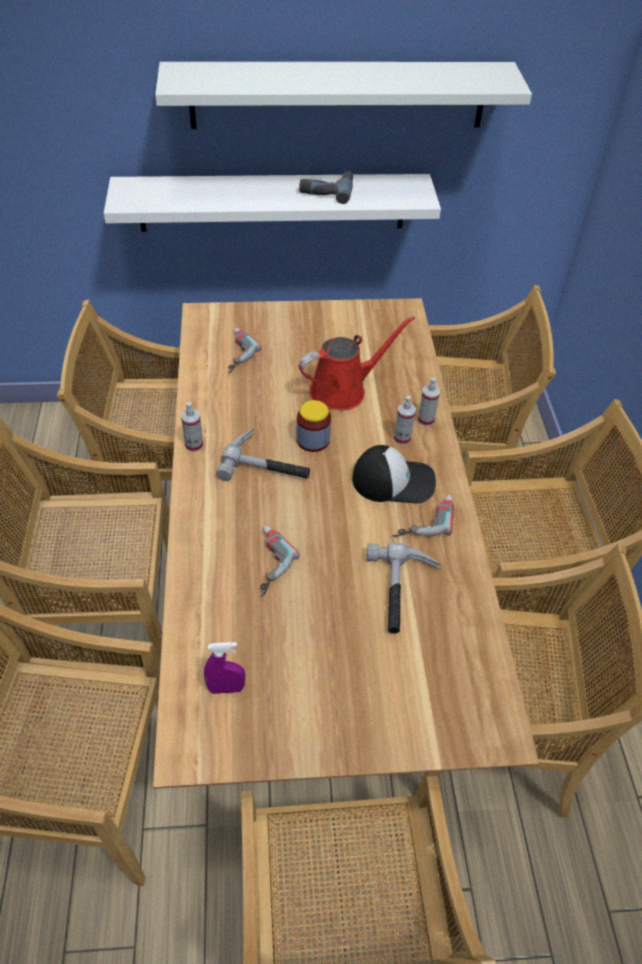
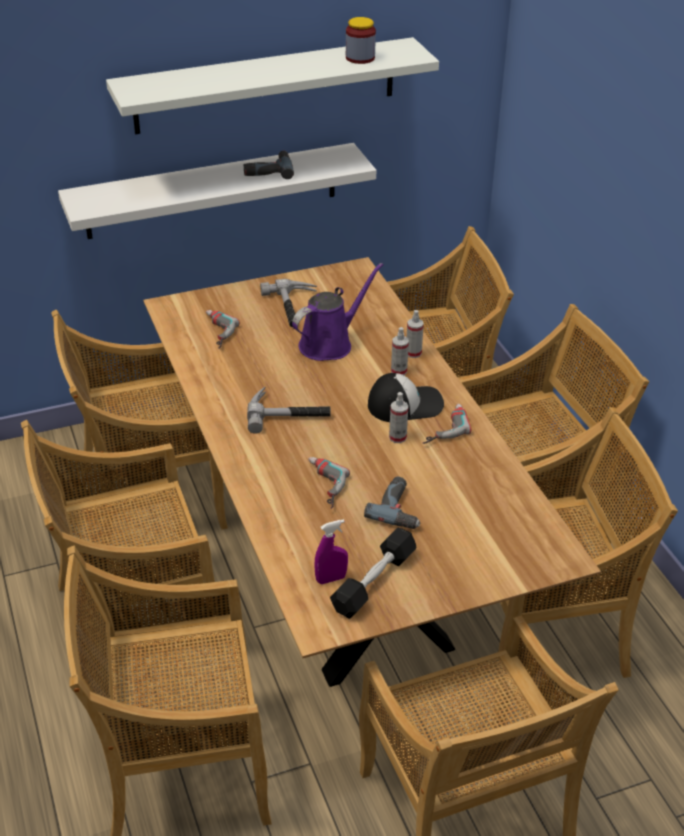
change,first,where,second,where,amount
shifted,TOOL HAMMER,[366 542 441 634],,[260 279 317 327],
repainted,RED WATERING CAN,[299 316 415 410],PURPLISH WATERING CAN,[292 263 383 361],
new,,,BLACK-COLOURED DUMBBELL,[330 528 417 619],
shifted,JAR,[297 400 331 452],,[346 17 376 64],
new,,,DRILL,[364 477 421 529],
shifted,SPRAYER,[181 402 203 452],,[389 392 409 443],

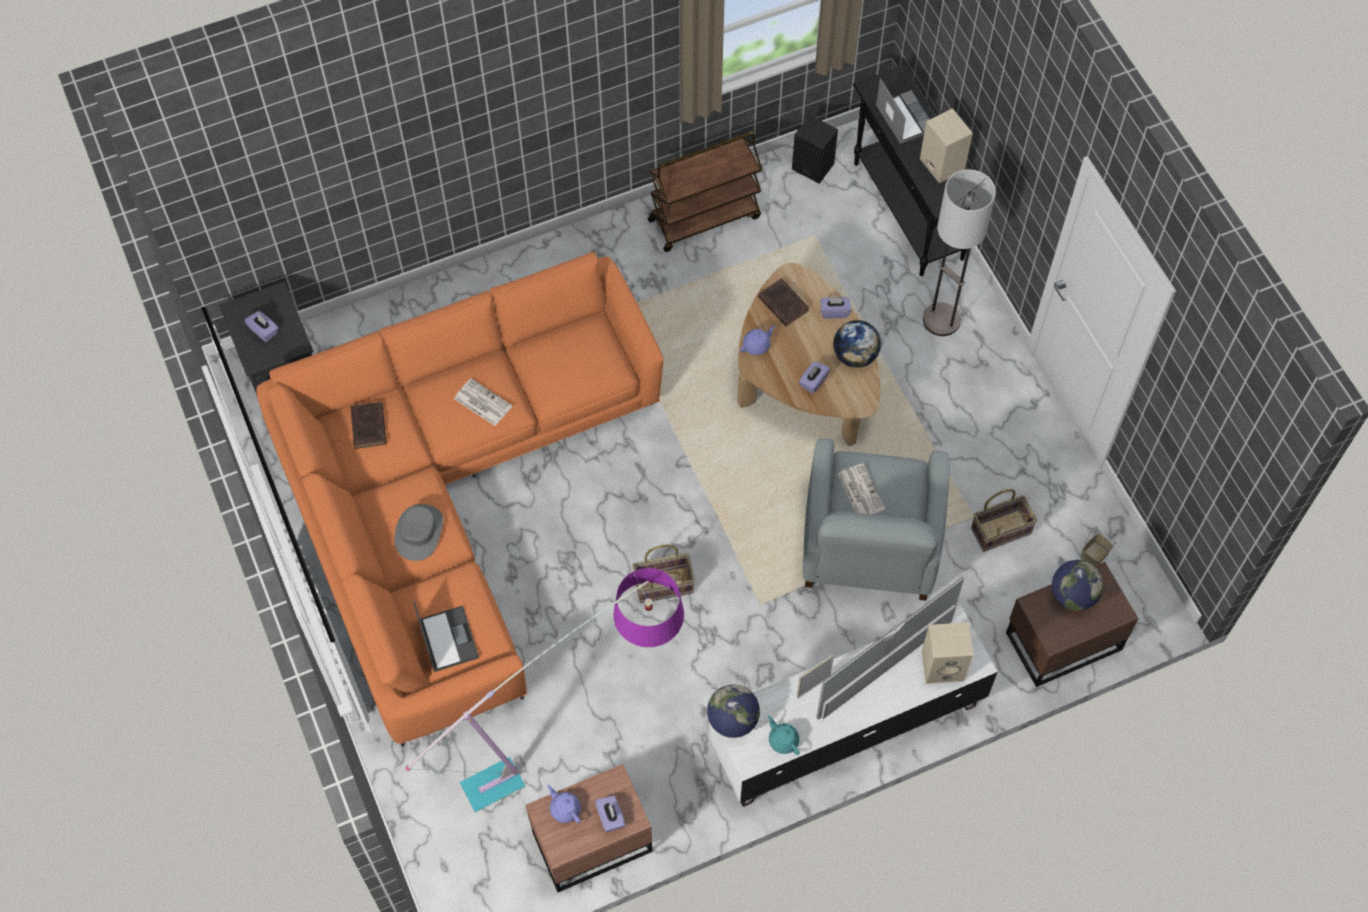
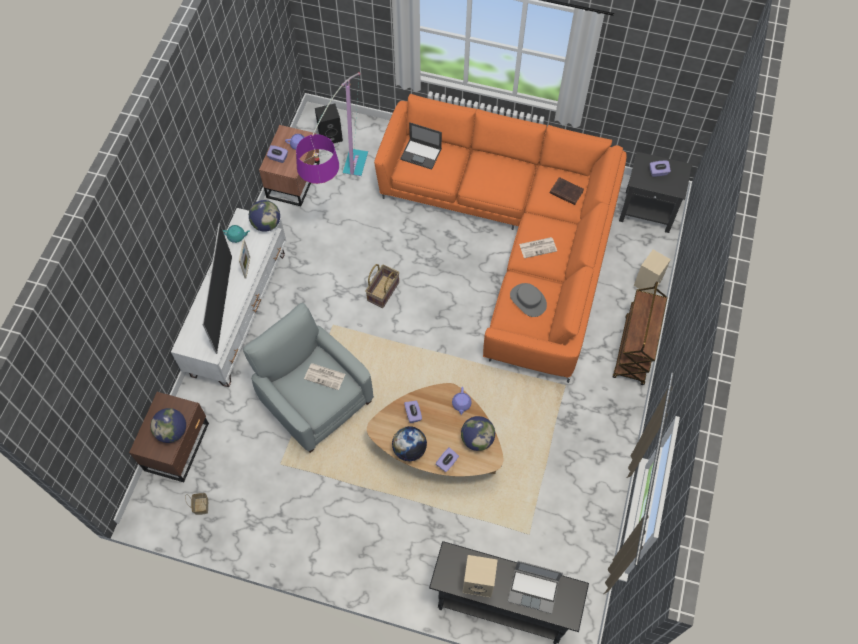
change,first,where,second,where,amount
shifted,BLACK-COLOURED LOUDSPEAKER,[792 115 838 184],,[315 104 343 144],
swapped,BROWNISH BOUND BOOK,[758 278 809 326],DESK GLOBE,[461 416 495 451],
shifted,GREY WEARABLE HAT,[394 504 443 561],,[510 283 547 317],
shifted,BROWNISH WHEELED CART,[648 132 763 252],,[613 282 667 385],
shifted,BEIGE LOUDSPEAKER,[922 622 974 684],,[634 250 671 294],
gone,STANDARD LAMP,[923 170 996 336],,,
gone,BASKET,[971 489 1037 552],,,

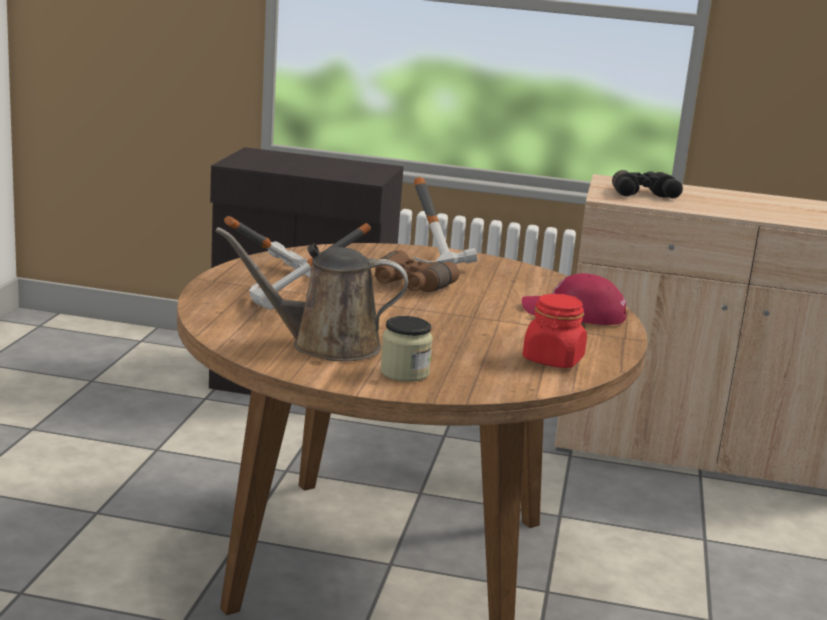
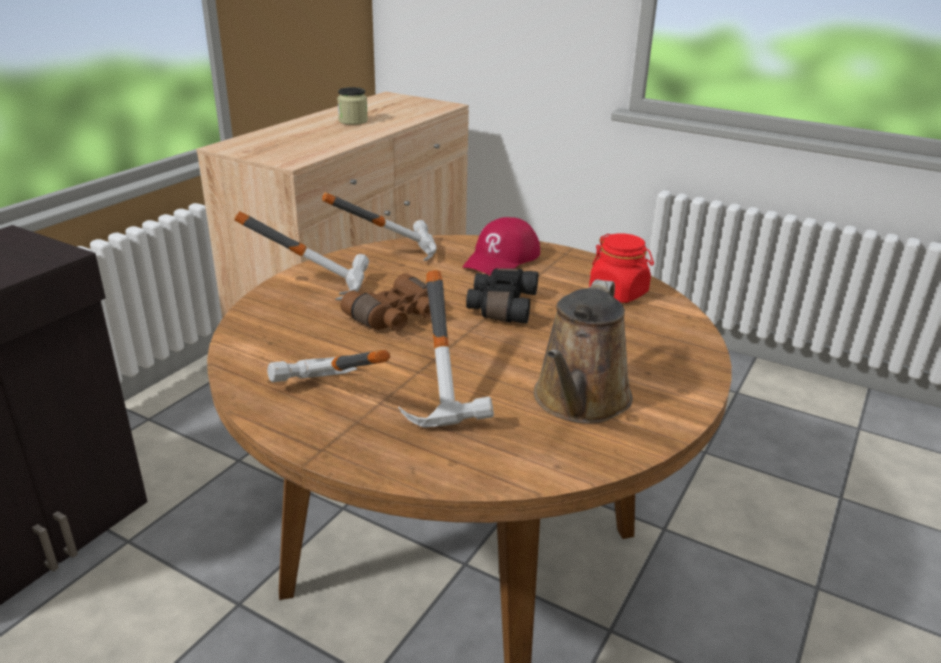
change,first,where,second,where,amount
new,,,TOOL HAMMER,[322 192 437 261],
shifted,JAR,[380 316 433 382],,[337 87 368 125],
shifted,BLACK-COLOURED FIELD GLASSES,[612 170 683 199],,[466 268 538 323],

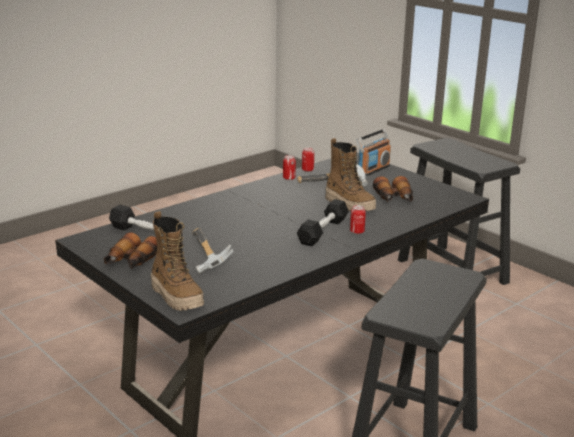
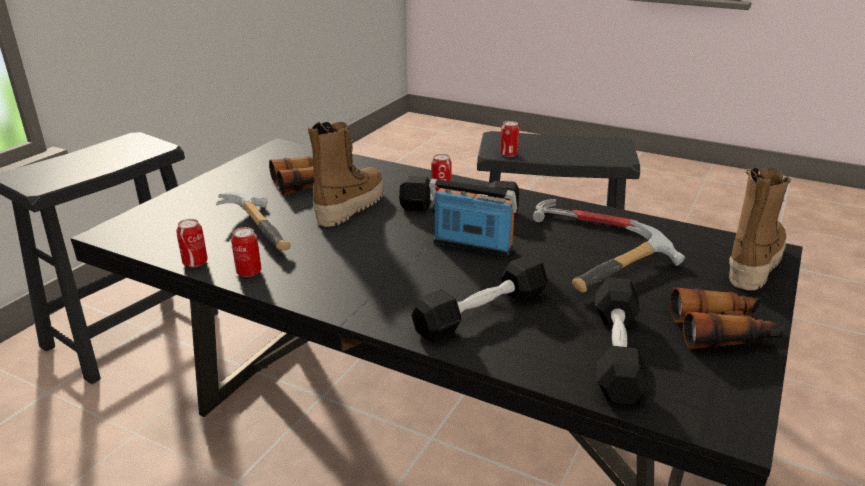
change,first,where,second,where,amount
new,,,BLACK-COLOURED DUMBBELL,[411 255 548 342],
shifted,RADIO,[357 129 391 176],,[429 179 517 256],
new,,,METAL CAN,[500 121 519 157],
new,,,TOOL HAMMER,[533 199 638 228],

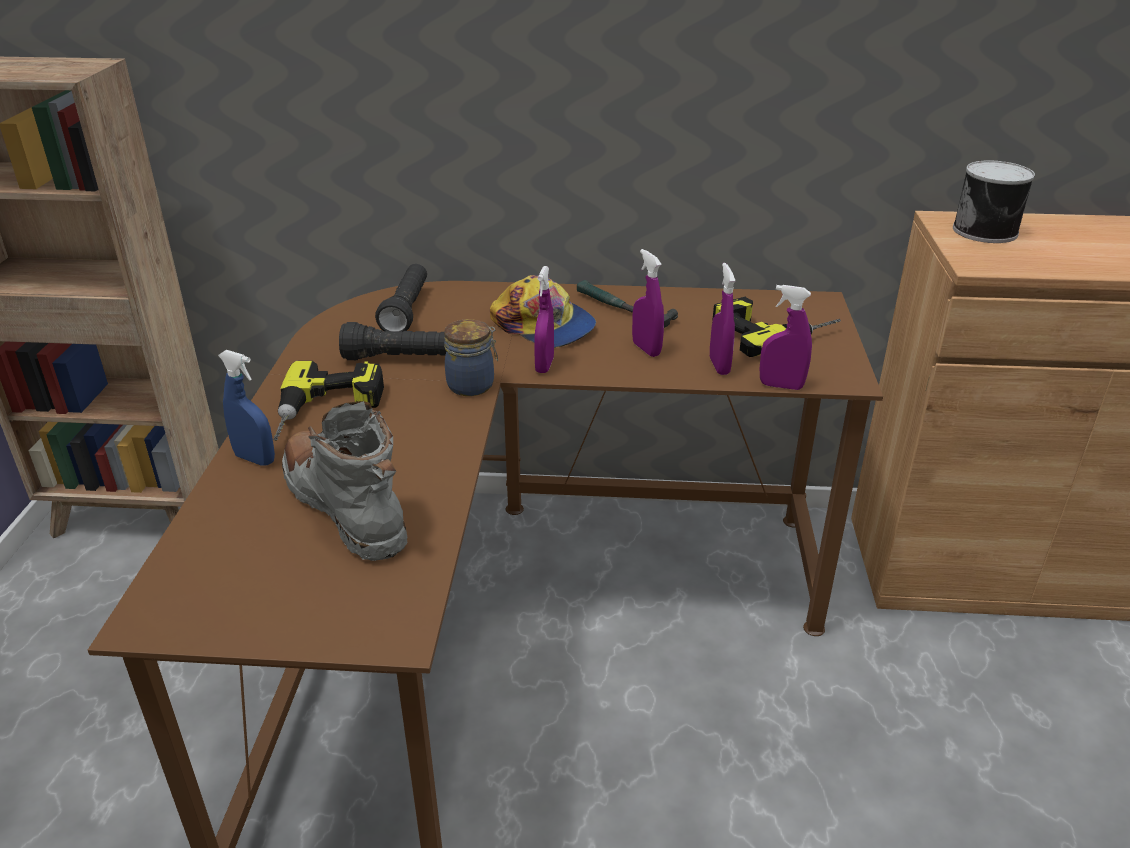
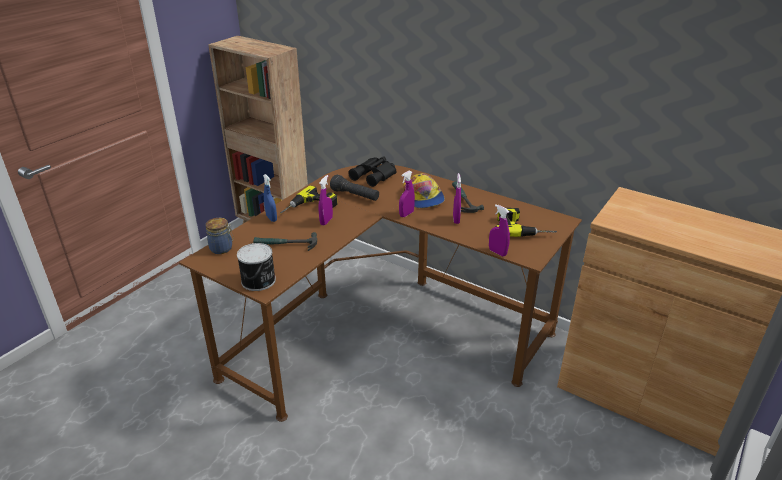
change,first,where,second,where,amount
shifted,JAR,[444 319 498 396],,[205 218 234 254],
shifted,METAL CAN,[953 160 1035 243],,[237 243 276 291],
swapped,GREY BOOT,[282 401 408 561],TOOL HAMMER,[253 232 317 251],
shifted,PURPLISH SPRAYER,[710 263 735 375],,[319 175 333 226],
swapped,BLACK-COLOURED HAND TORCH,[375 264 427 332],BLACK-COLOURED FIELD GLASSES,[348 157 396 187],

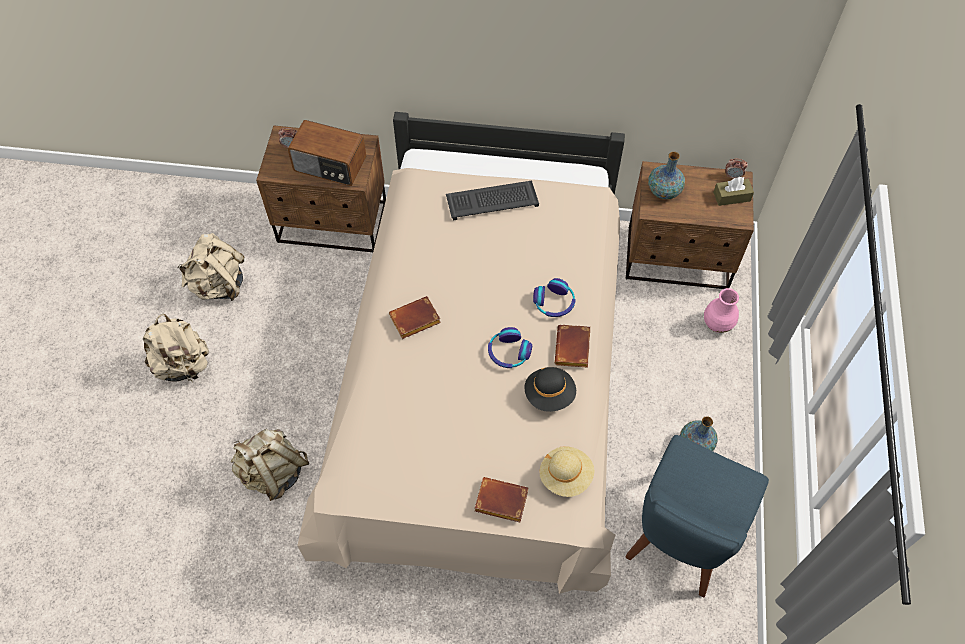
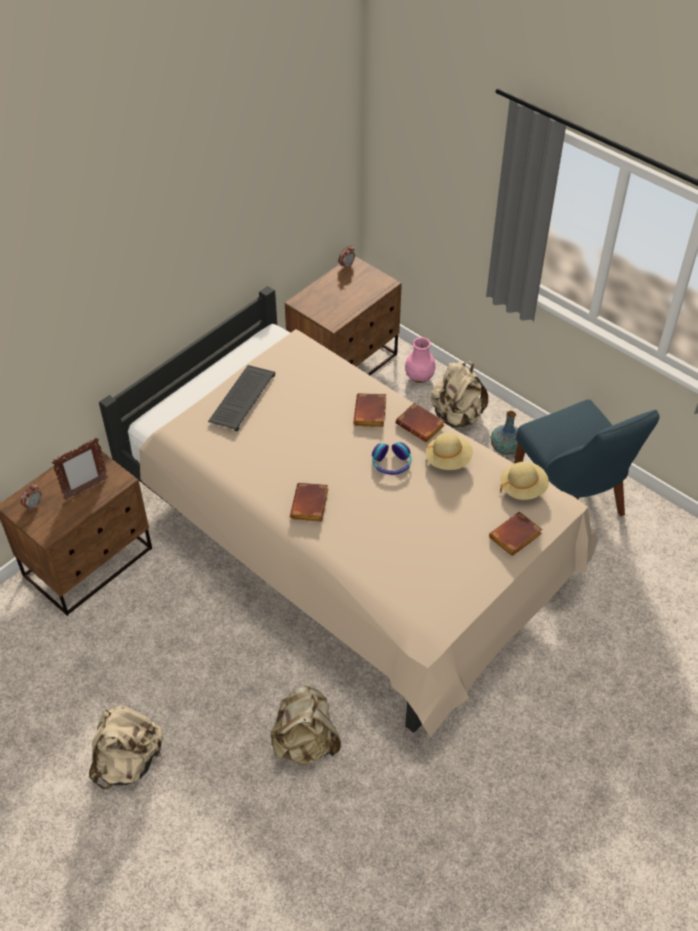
change,first,where,second,where,amount
swapped,RADIO,[288 120 367 186],PICTURE FRAME,[52 438 108 500],
swapped,PAIR OF HEADPHONES,[533 278 576 317],BROWNISH BOUND BOOK,[353 393 386 427],
repainted,BLACK-COLOURED WEARABLE HAT,[524 367 576 412],BEIGE WEARABLE HAT,[426 433 473 470],
shifted,BEIGE RUCKSACK,[178 233 245 301],,[431 361 488 428],
gone,VASE,[648 152 685 199],,,
gone,BROWNISH TISSUE HOLDER,[713 177 754 206],,,

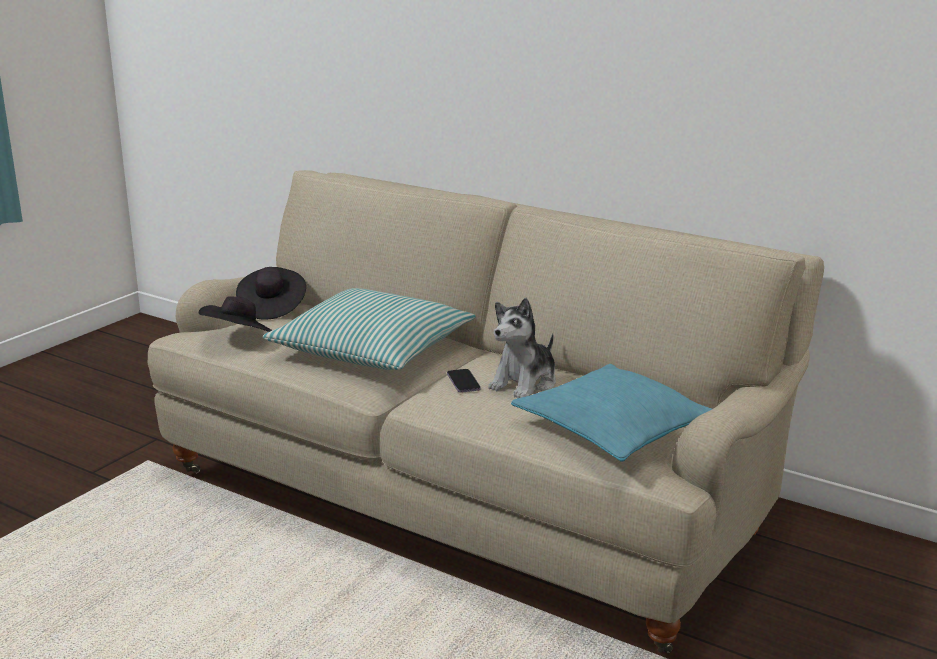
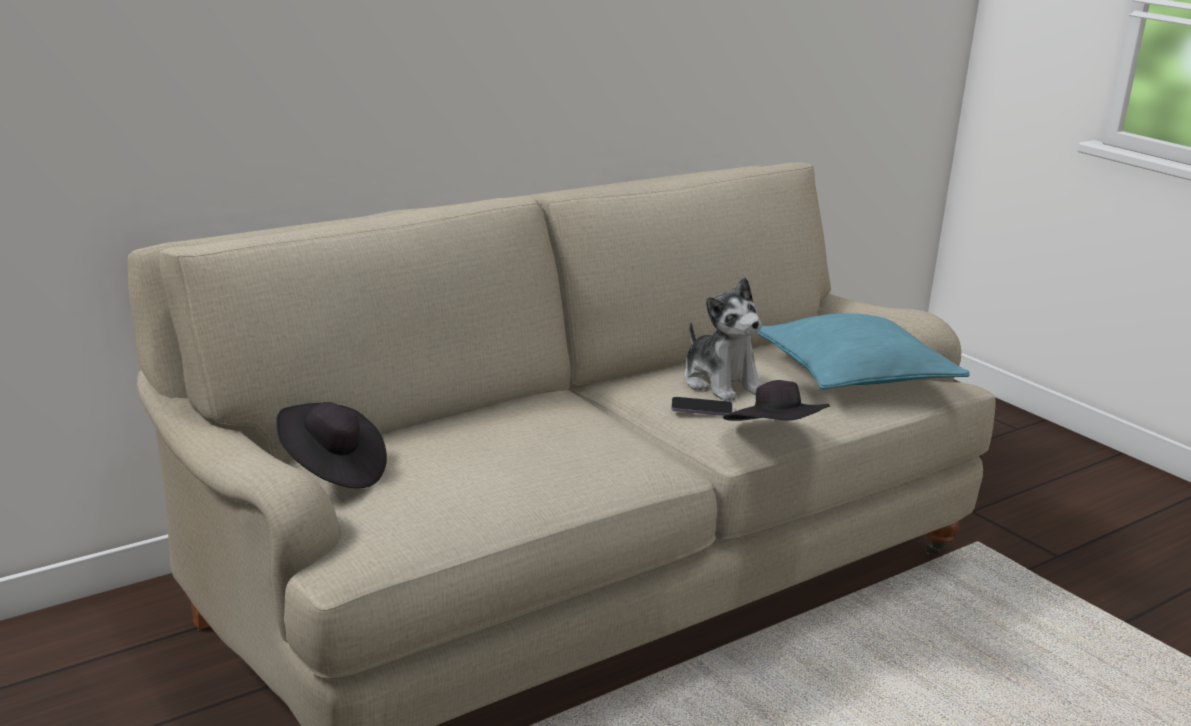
change,first,where,second,where,amount
shifted,BLACK-COLOURED WEARABLE HAT,[199 296 272 332],,[723 380 830 421],
gone,THROW PILLOW,[263 288 476 370],,,

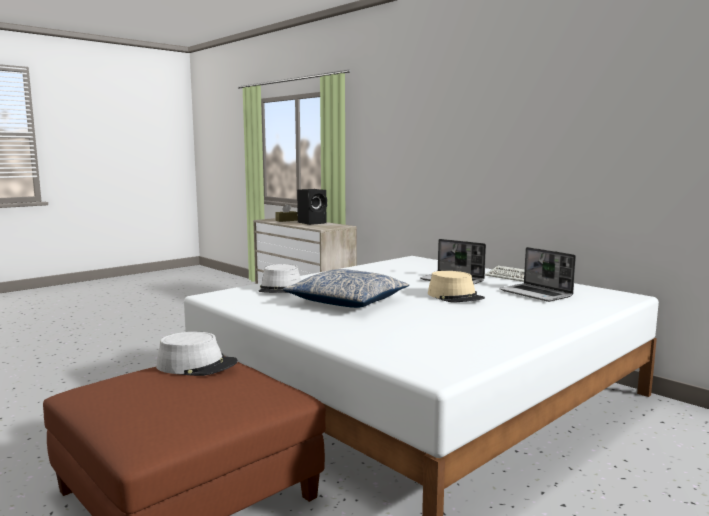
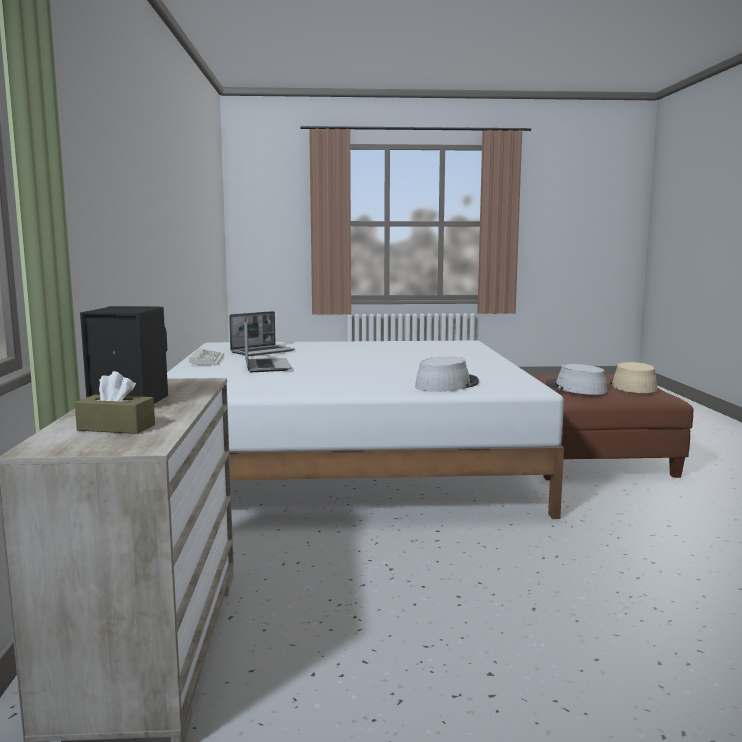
change,first,where,second,where,amount
rotated,PORTABLE COMPUTER,[499 247 576 302],,[229 311 295 356],45 degrees clockwise
shifted,BEIGE WEARABLE HAT,[428 271 485 302],,[610 362 657 393],
gone,THROW PILLOW,[283 269 409 308],,,

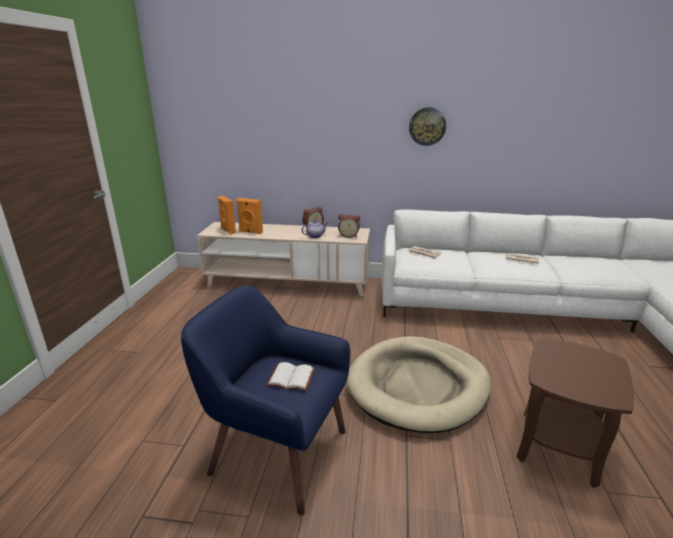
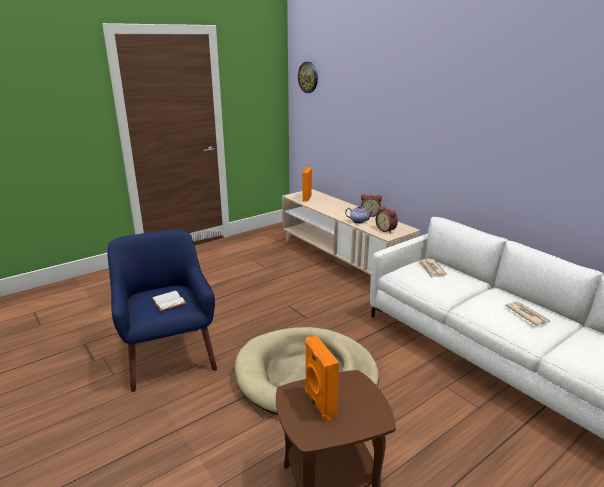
change,first,where,second,where,amount
shifted,CLOCK ON THE WALL,[409 107 446 146],,[298 62 318 93],
shifted,ORANGE LOUDSPEAKER,[236 198 263 234],,[305 335 339 421],

